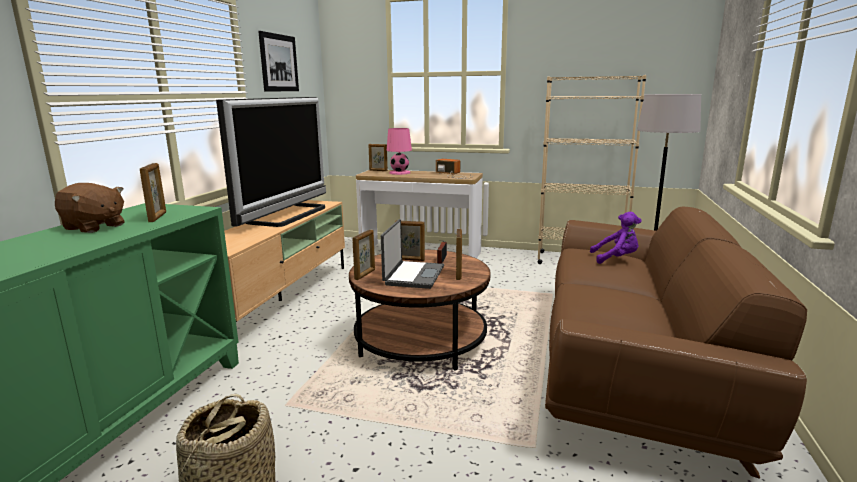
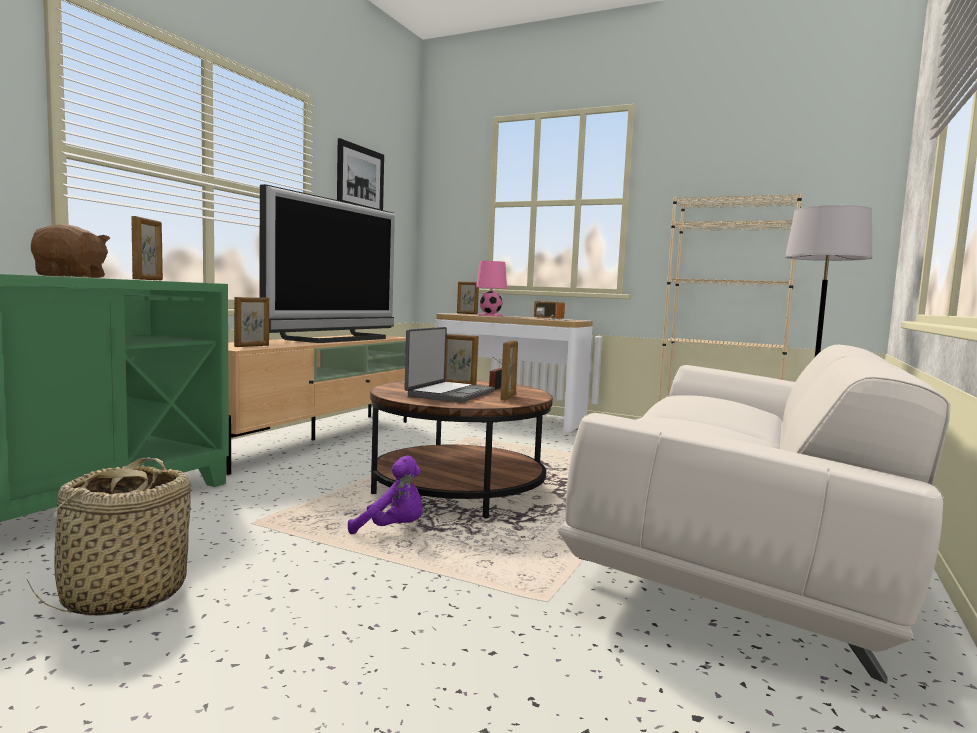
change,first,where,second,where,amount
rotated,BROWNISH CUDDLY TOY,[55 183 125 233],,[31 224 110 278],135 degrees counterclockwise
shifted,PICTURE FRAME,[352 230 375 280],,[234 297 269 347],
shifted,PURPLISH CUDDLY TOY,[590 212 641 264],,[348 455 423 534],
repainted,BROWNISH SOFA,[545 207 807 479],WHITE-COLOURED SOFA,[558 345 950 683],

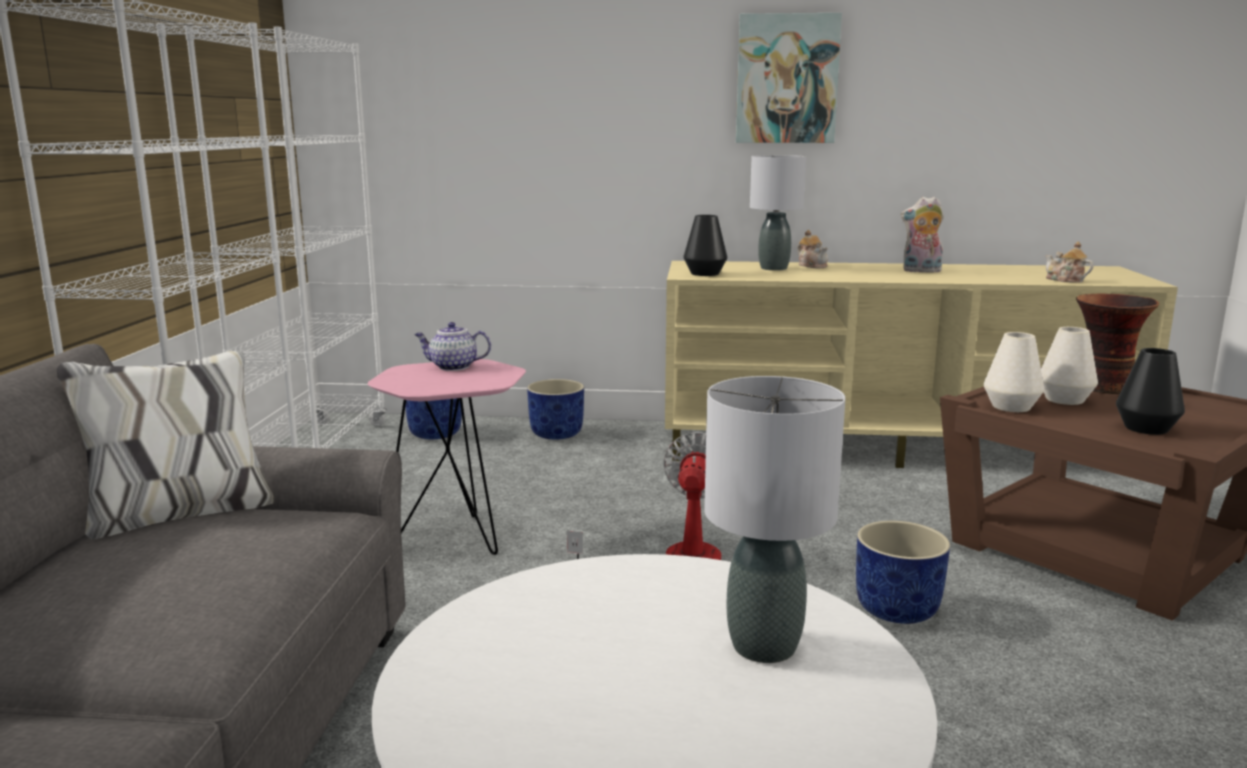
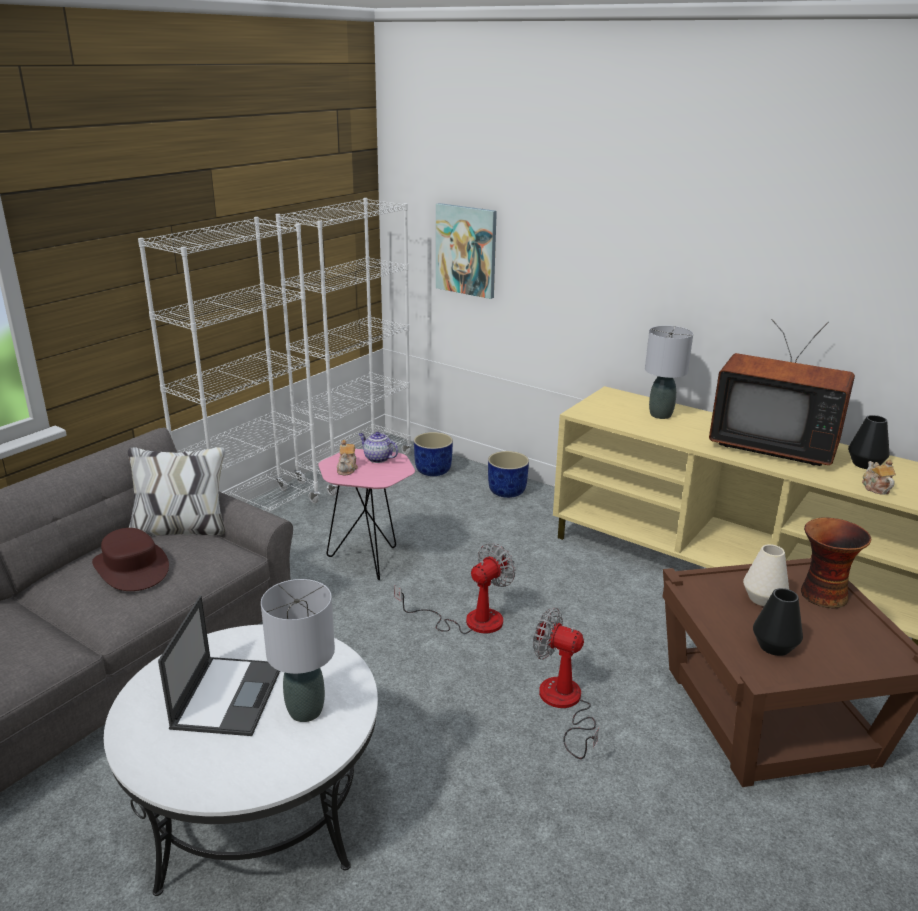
change,first,where,second,where,amount
new,,,BROWNISH WEARABLE HAT,[92 528 169 591],
new,,,PORTABLE COMPUTER,[158 595 280 736],
shifted,POT FOR TEA,[797 230 828 268],,[337 440 358 475],
shifted,WALL PICTURE,[736 13 842 143],,[436 203 497 299],
swapped,BLUE FLOWER POT,[856 521 950 624],ELECTRIC FAN,[533 608 599 759],
swapped,CUDDLY TOY,[901 196 944 273],TV SET,[709 319 855 466],
shifted,BLACK-COLOURED VASE,[683 215 727 276],,[848 415 890 469],
gone,WHITE-COLOURED VASE,[984 332 1044 412],,,

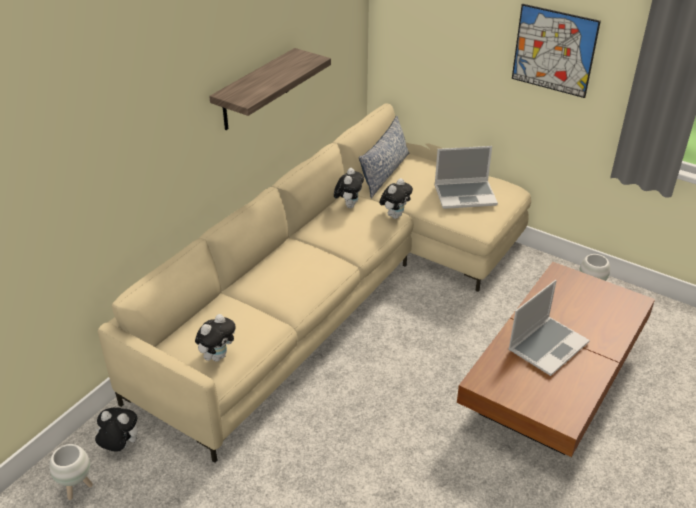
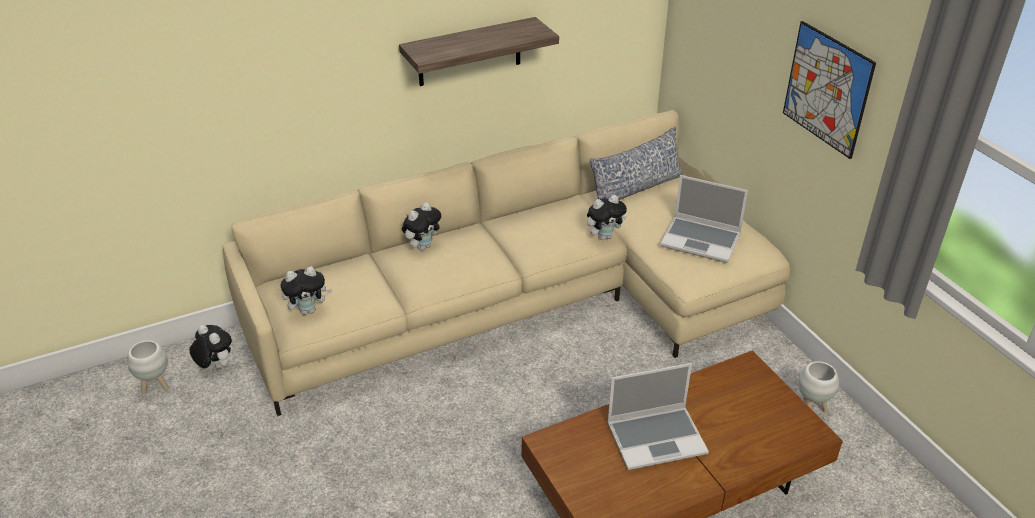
change,first,where,second,where,amount
shifted,CUDDLY TOY,[334 168 364 208],,[402 202 441 250],

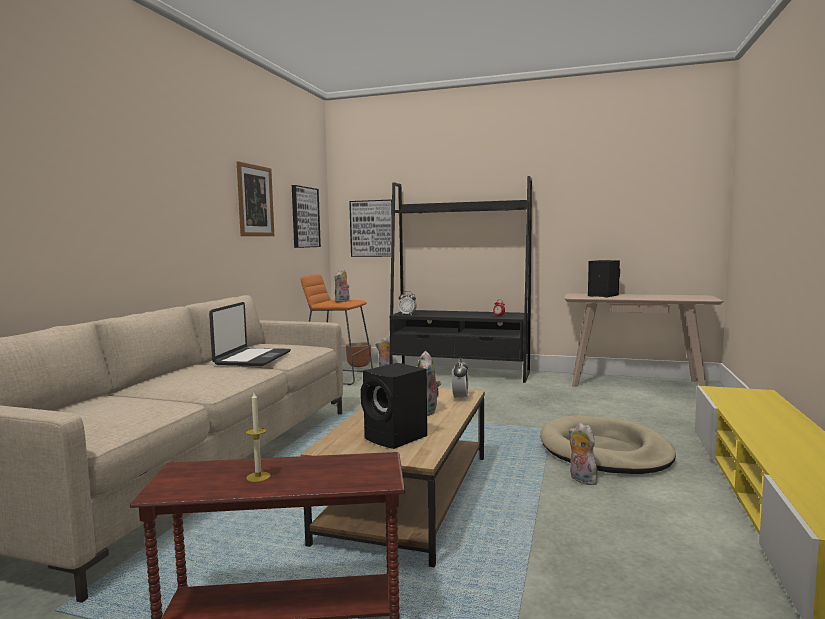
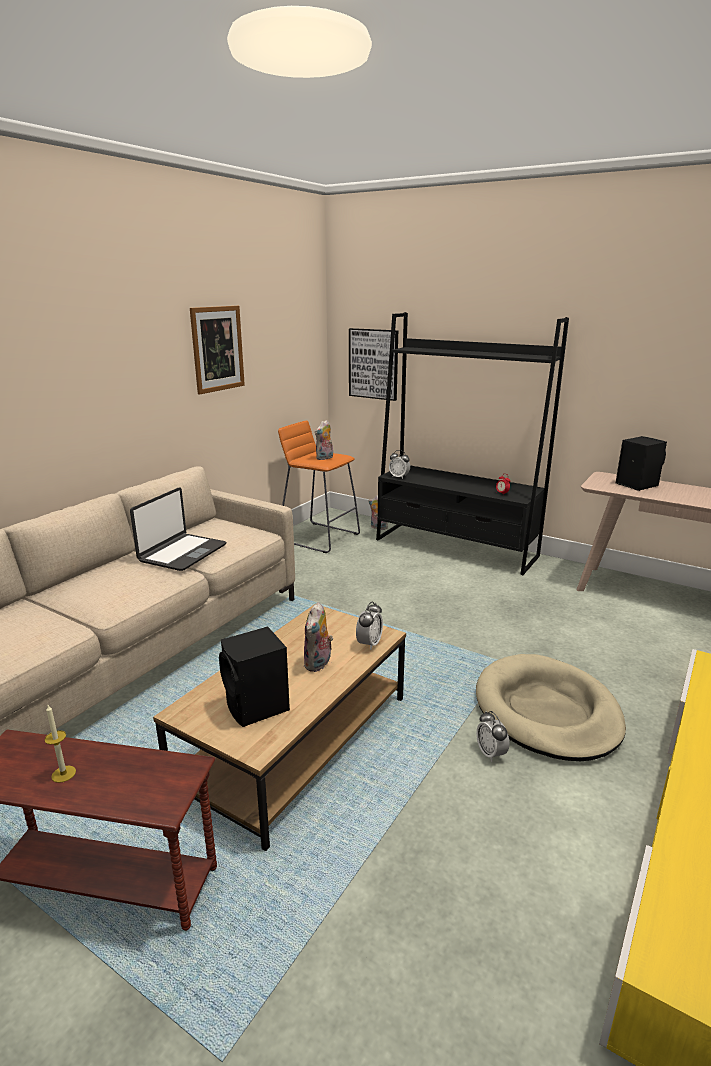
change,first,where,second,where,amount
swapped,CUDDLY TOY,[569 423 599 485],BEDSIDE CLOCK,[476 711 509 762],
gone,WALL PICTURE,[292 185 321 248],,,
gone,BROWNISH FLOWER POT,[346 342 371 367],,,

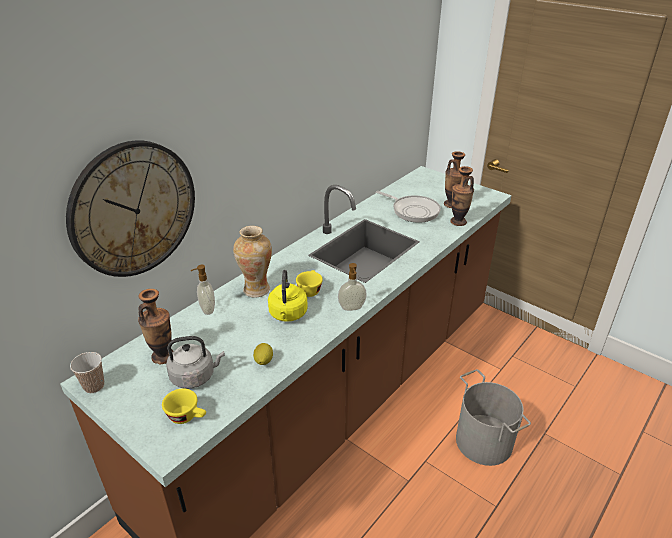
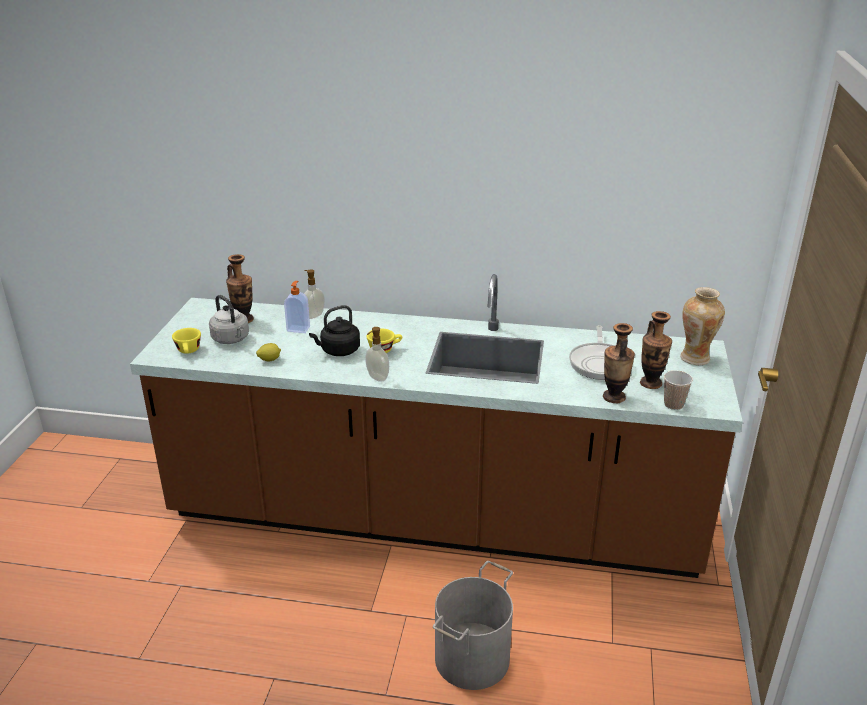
change,first,where,second,where,amount
new,,,LIQUID SOAP BOTTLE,[284 281 310 333],
repainted,YELLOW WATER KETTLE,[268 270 308 322],BLACK-COLOURED WATER KETTLE,[309 305 360 356],
shifted,DRINKING CUP,[70 352 104 393],,[664 370 693 410],
shifted,VASE,[233 226 272 298],,[680 287 725 365],
gone,CLOCK ON THE WALL,[66 141 195 277],,,

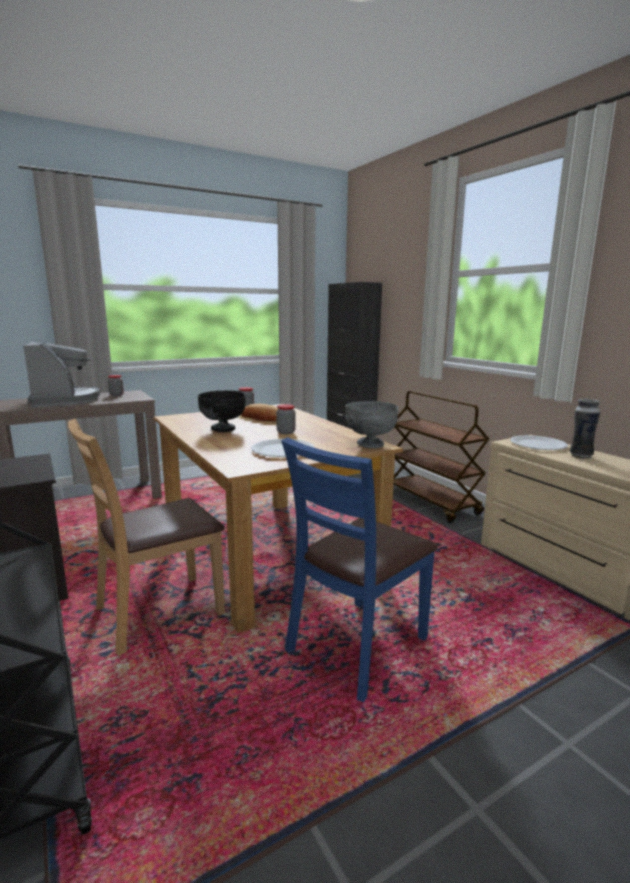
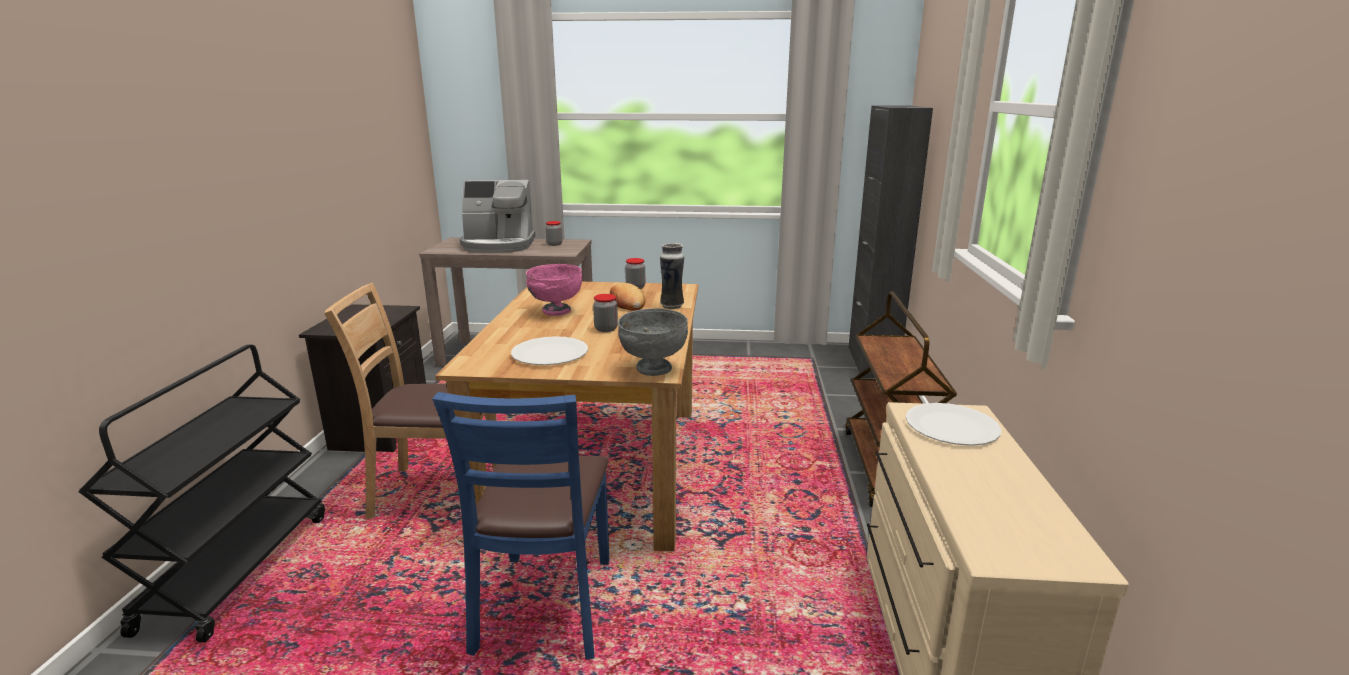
change,first,where,second,where,amount
rotated,BLUE UPRIGHT CHAIR,[281 437 438 702],,[432 392 609 660],75 degrees counterclockwise
rotated,COFFEE MAKER,[23 342 100 408],,[460 180 535 253],75 degrees clockwise
repainted,BLACK-COLOURED SERVING BOWL,[198 390 245 432],PINKISH SERVING BOWL,[526 264 582 316],
shifted,VASE,[570 399 600 459],,[660 243 684 309],

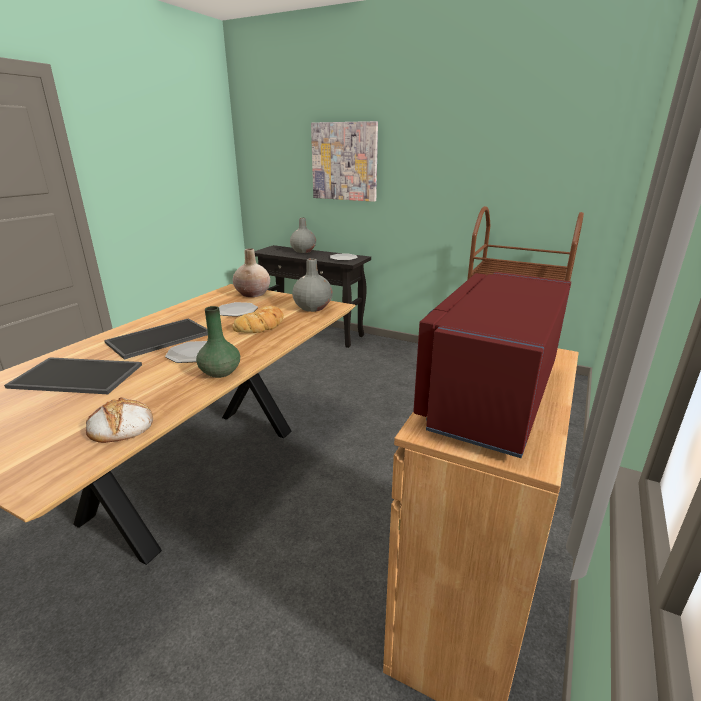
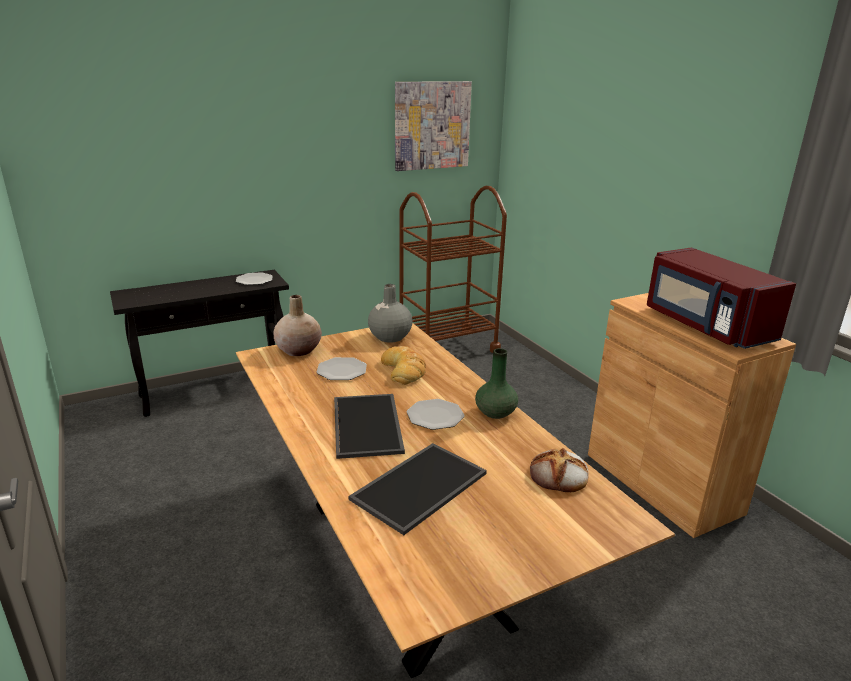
change,first,where,second,where,amount
shifted,WALL PICTURE,[311 121 378 202],,[395 81 472 171],
gone,GREY VASE,[290 218 316 253],,,

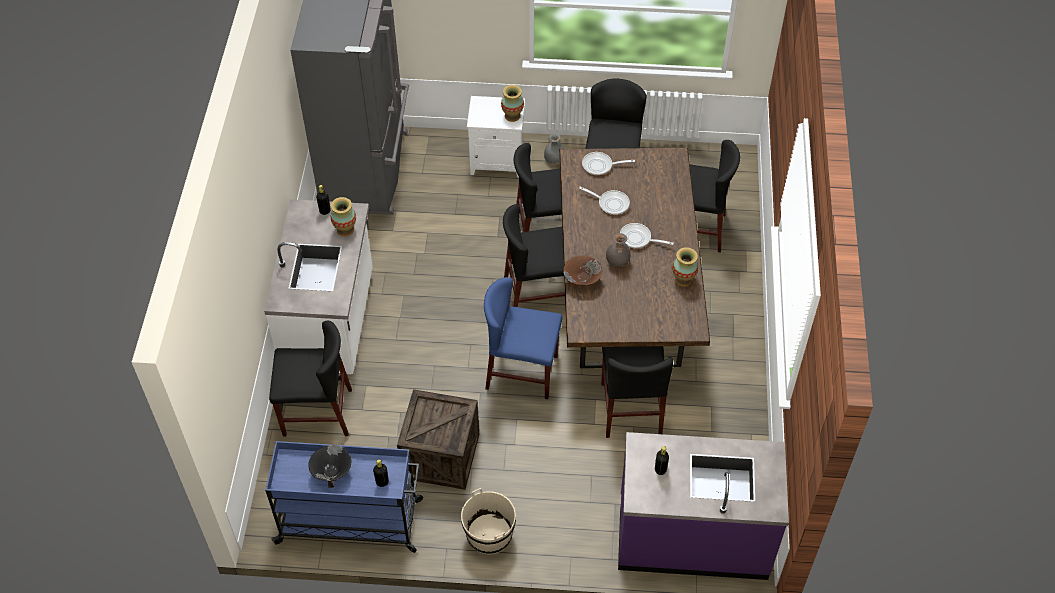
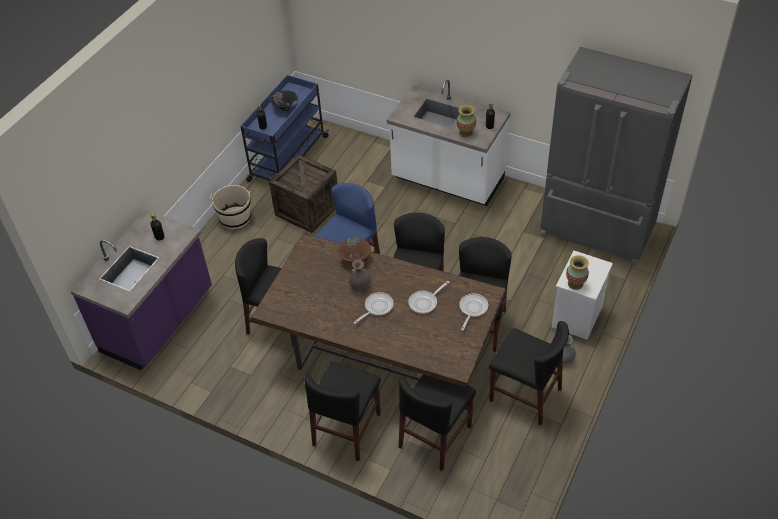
change,first,where,second,where,amount
shifted,BLACK-COLOURED UPRIGHT CHAIR,[269 321 352 437],,[304 361 381 461],
gone,VASE,[672 247 698 287],,,

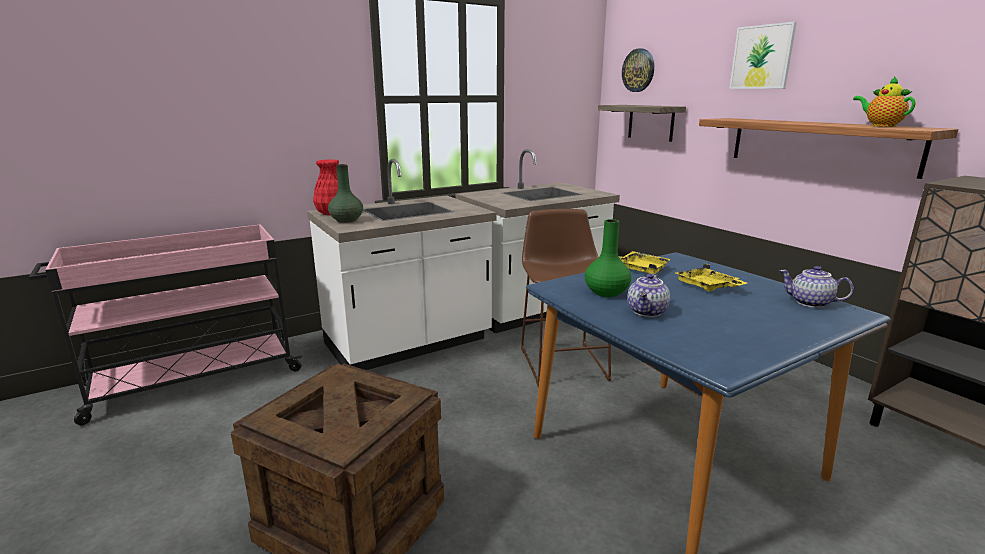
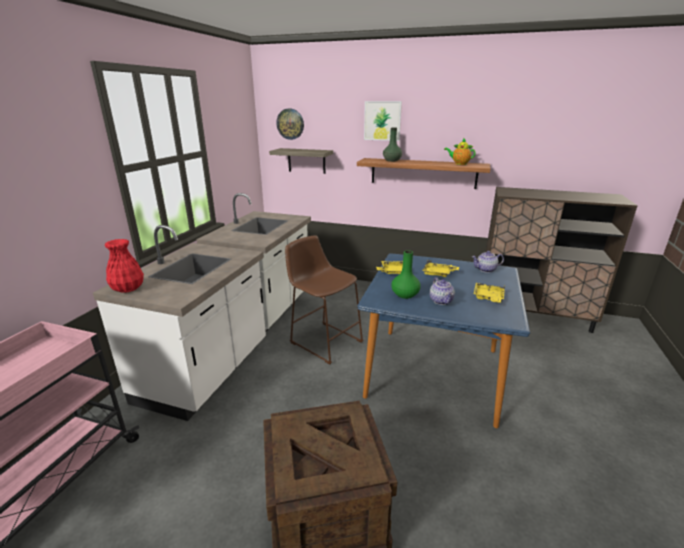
change,first,where,second,where,amount
shifted,GREEN VASE,[328 164 363 223],,[383 127 402 162],
new,,,YELLOW CARRYING TRAY,[474 283 505 302],

